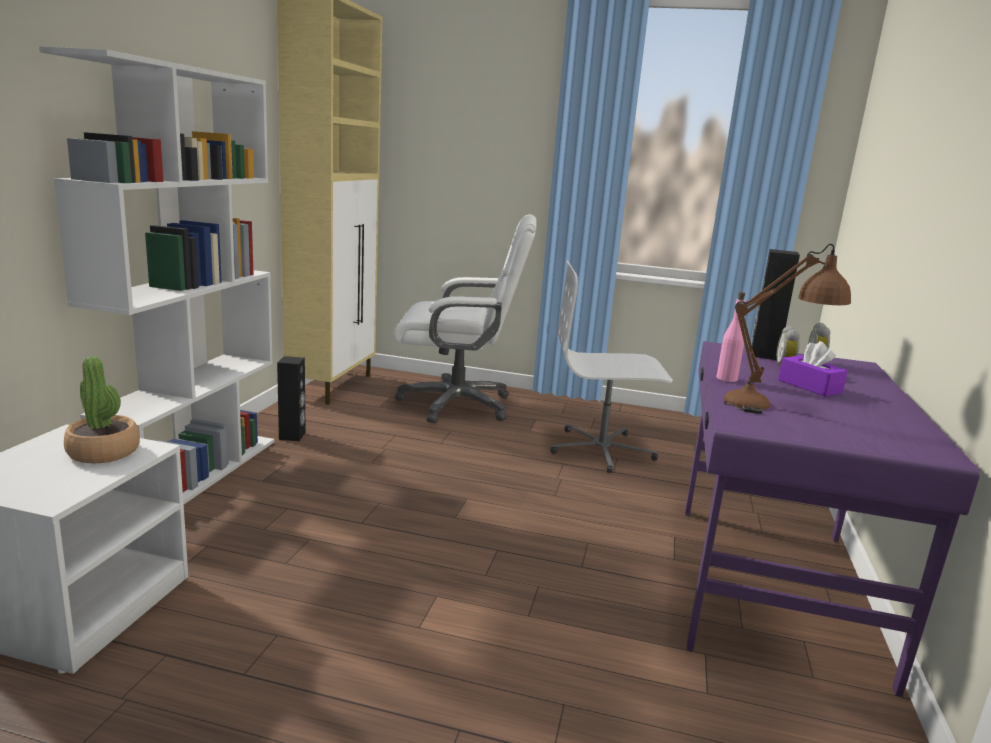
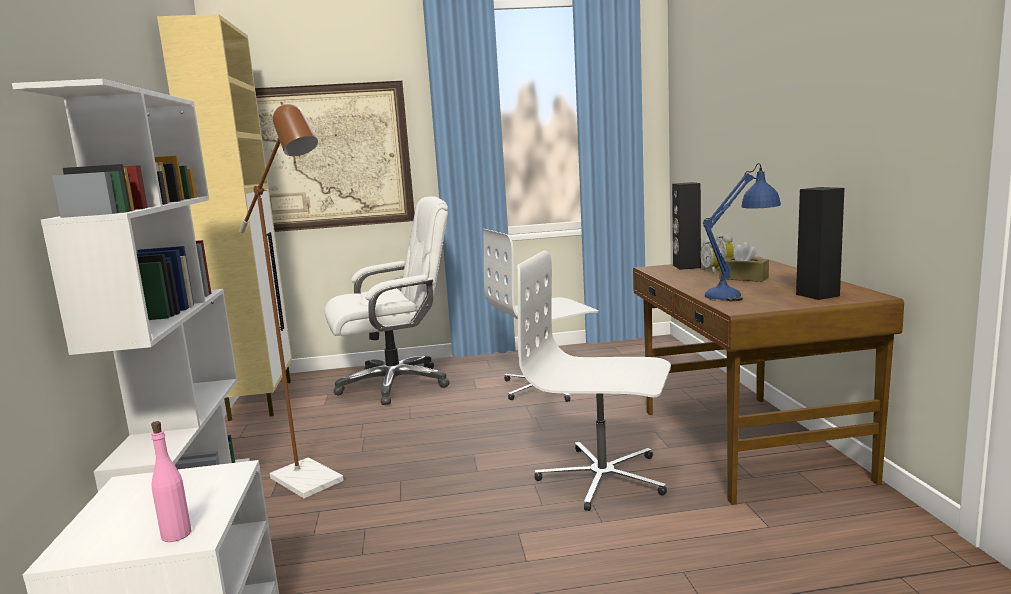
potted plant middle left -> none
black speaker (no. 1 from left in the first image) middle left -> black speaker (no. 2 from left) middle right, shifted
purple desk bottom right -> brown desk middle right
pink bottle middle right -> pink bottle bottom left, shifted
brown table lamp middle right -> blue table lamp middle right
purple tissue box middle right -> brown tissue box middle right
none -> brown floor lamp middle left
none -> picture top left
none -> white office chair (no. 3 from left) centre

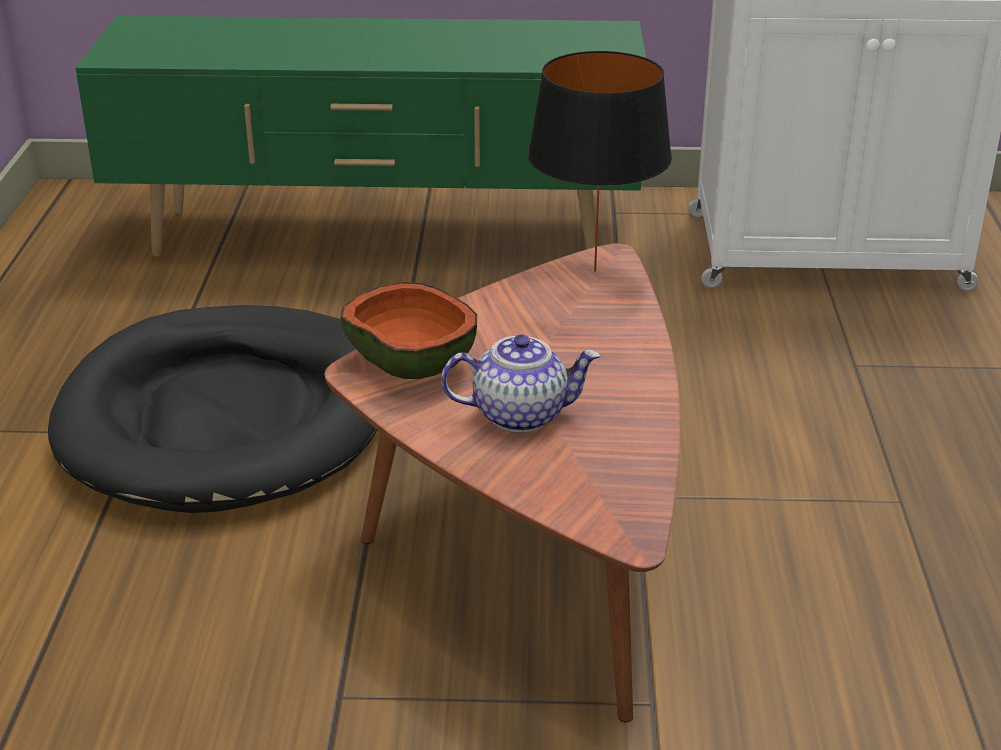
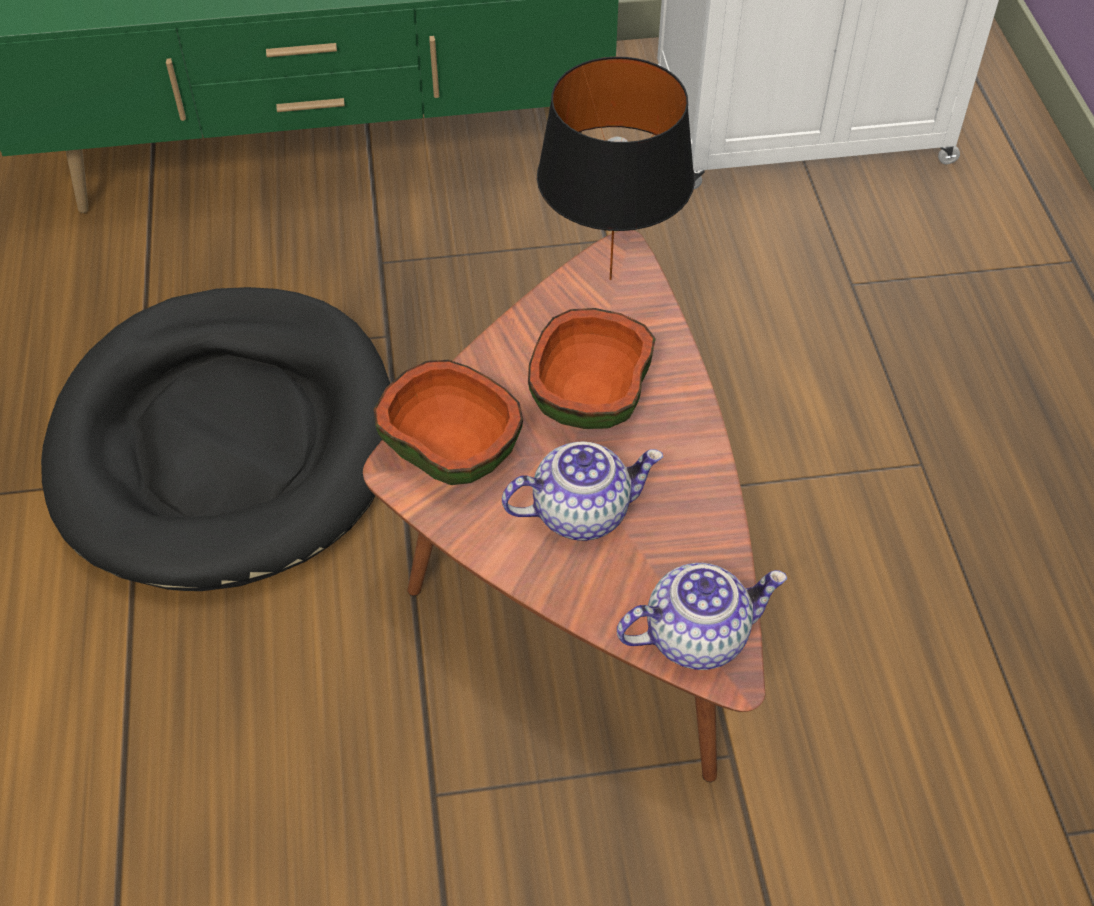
none -> bowl (no. 2 from left) centre
none -> teapot (no. 2 from left) bottom centre

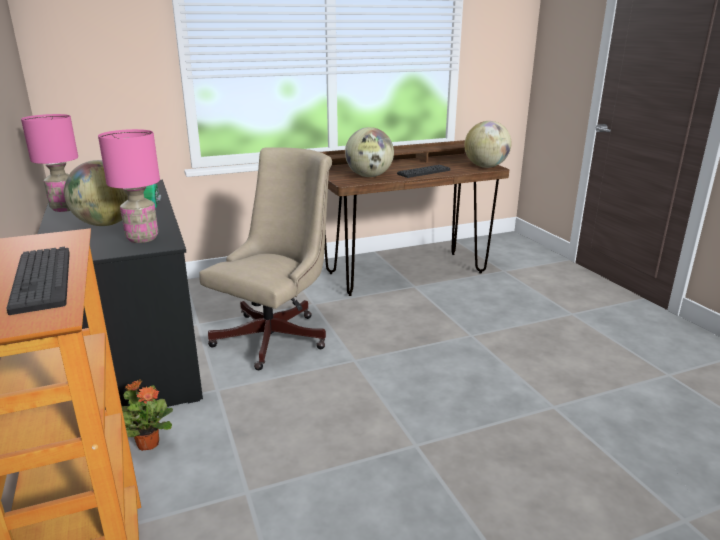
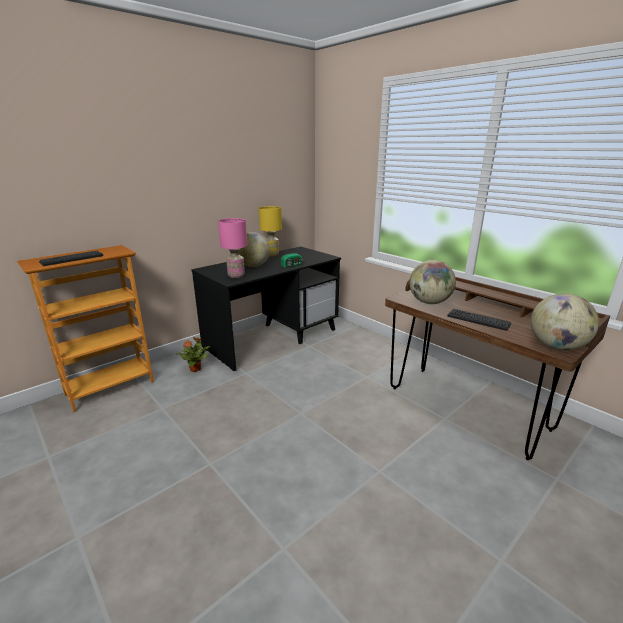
pink table lamp (no. 1 from left) top left -> yellow table lamp centre
beige office chair centre -> none

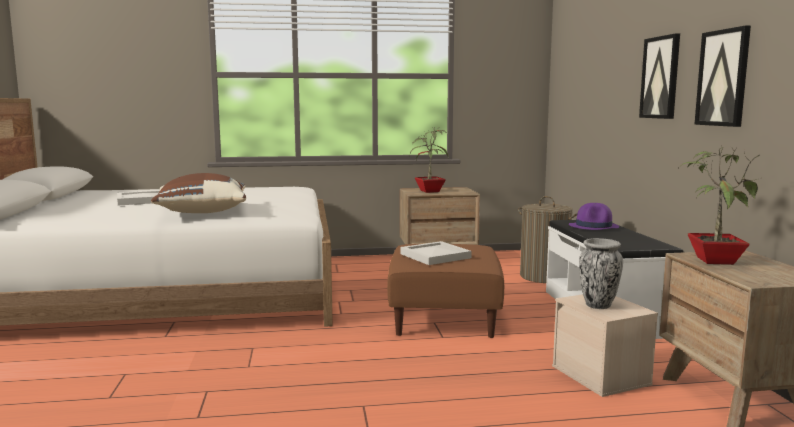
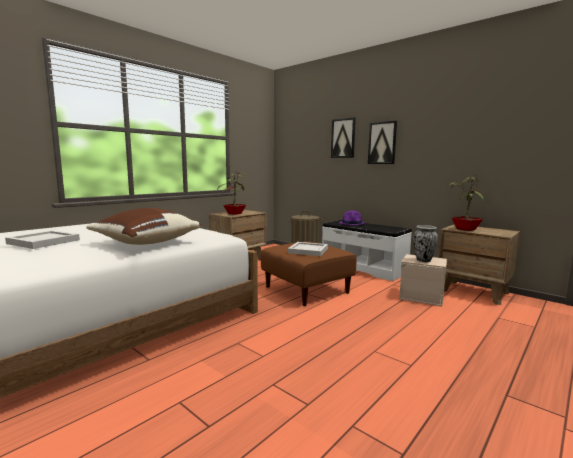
picture (no. 2 from left in the first image) top right -> picture (no. 1 from left) top centre, shifted

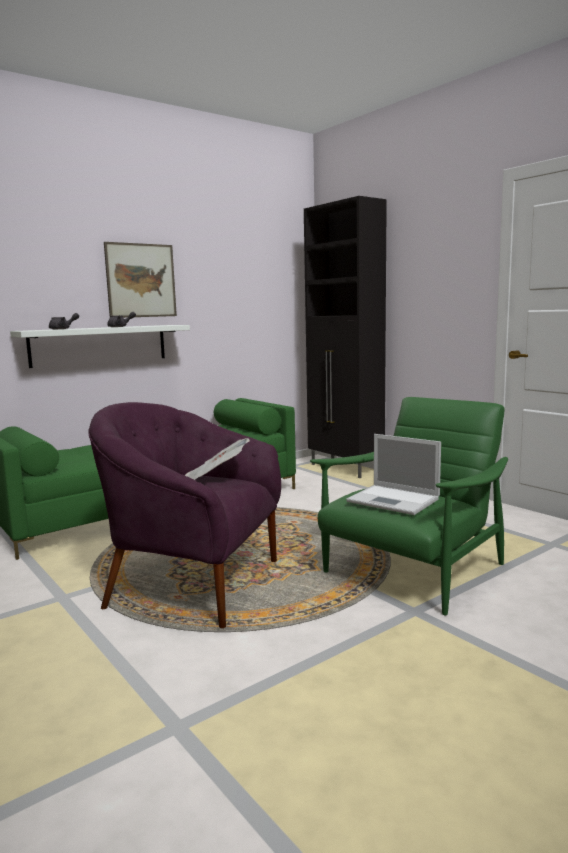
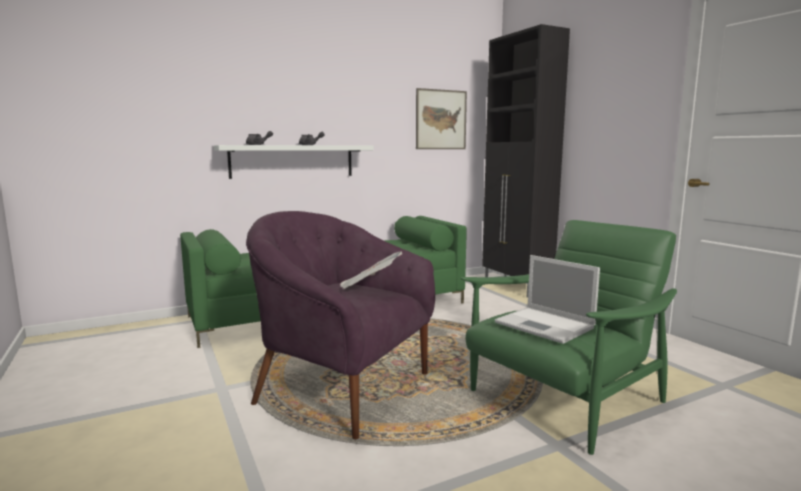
picture top left -> picture top centre, shifted

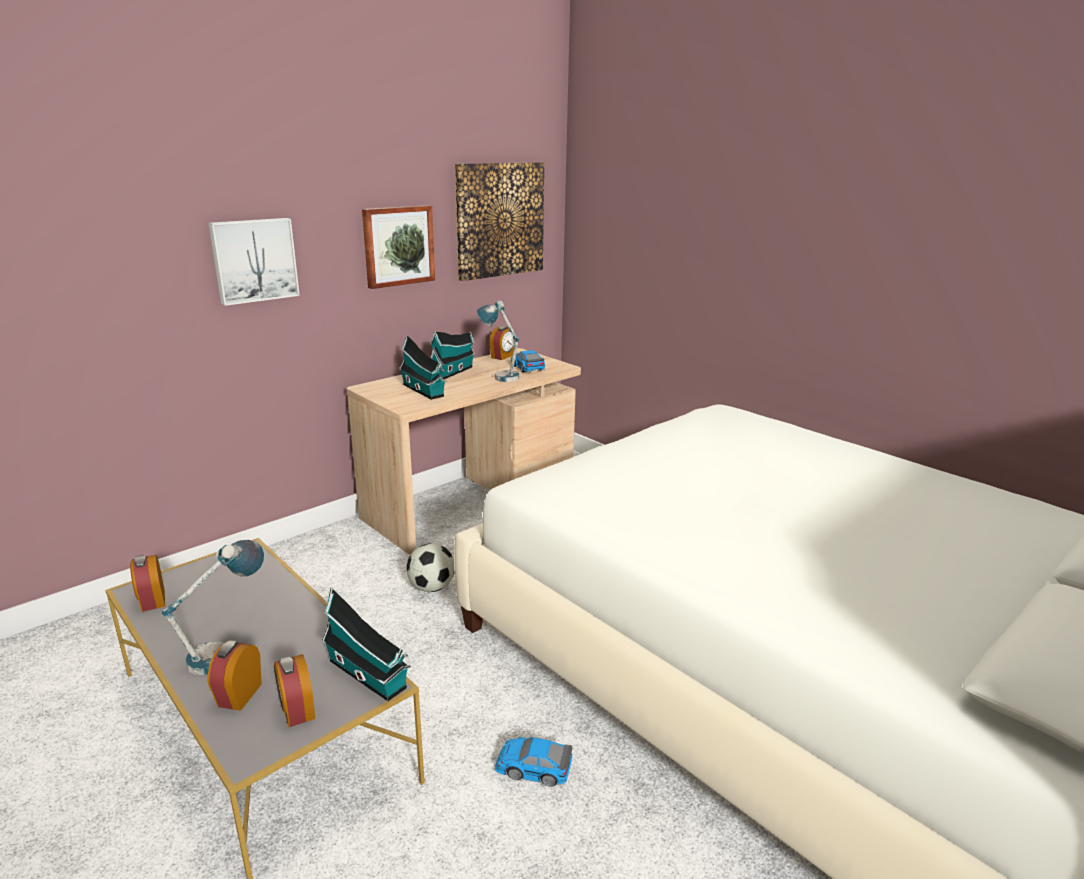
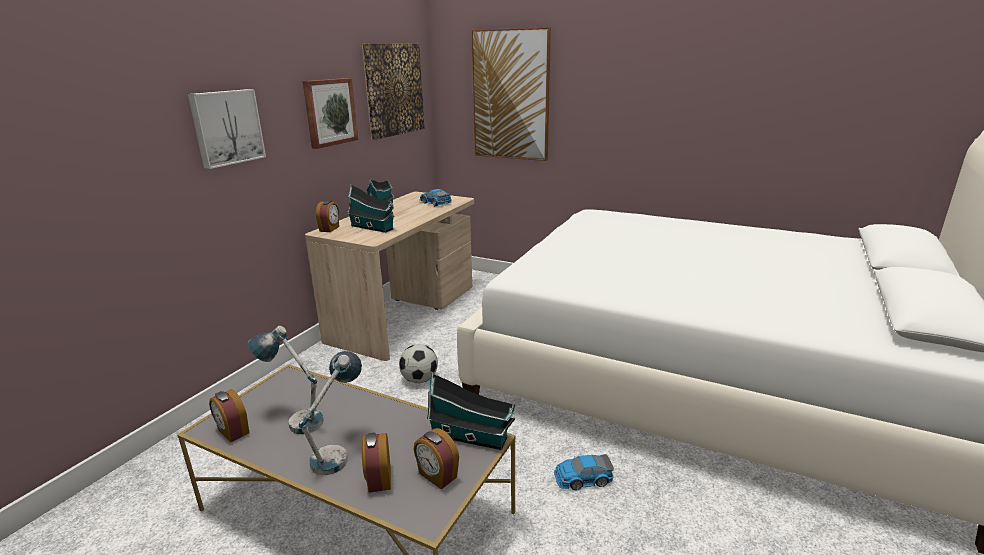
table lamp (no. 2 from left in the first image) centre -> table lamp (no. 1 from left) bottom left, shifted
alarm clock (no. 4 from left in the first image) centre -> alarm clock (no. 2 from left) middle left, shifted
none -> picture (no. 4 from left) top centre

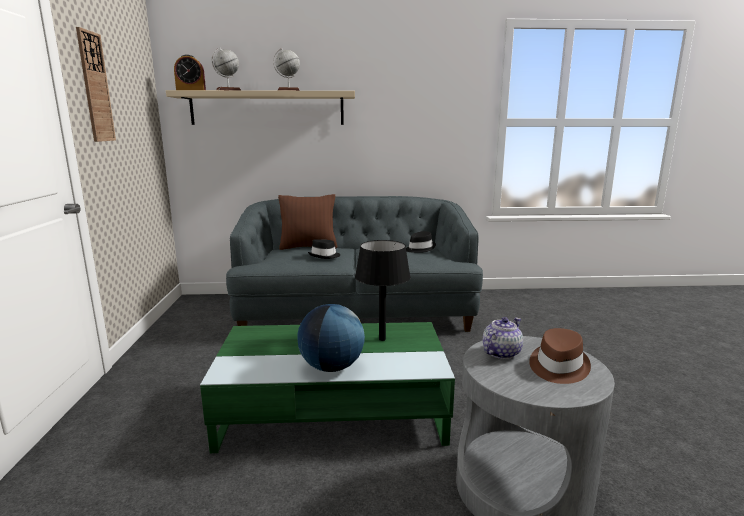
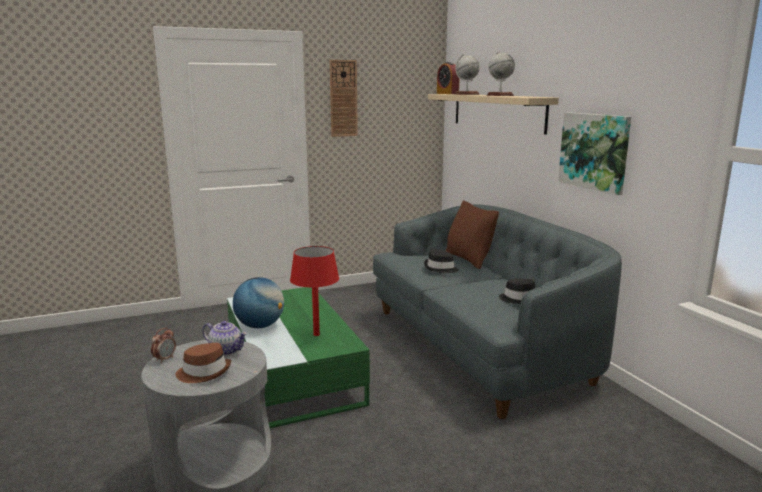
black table lamp centre -> red table lamp centre
none -> alarm clock (no. 1 from left) bottom left
none -> picture top right

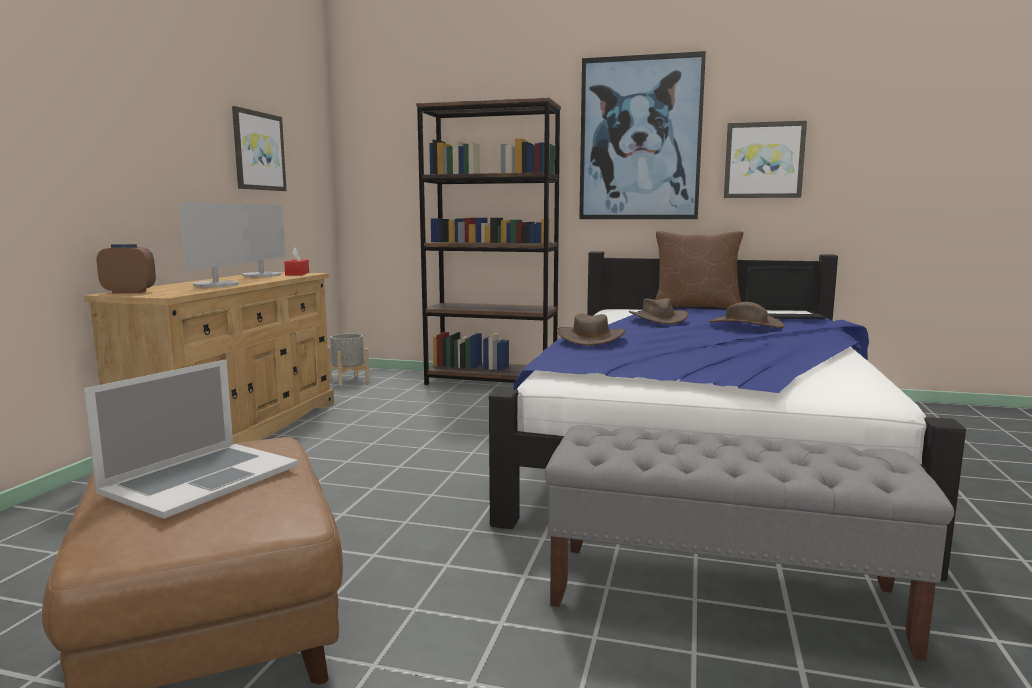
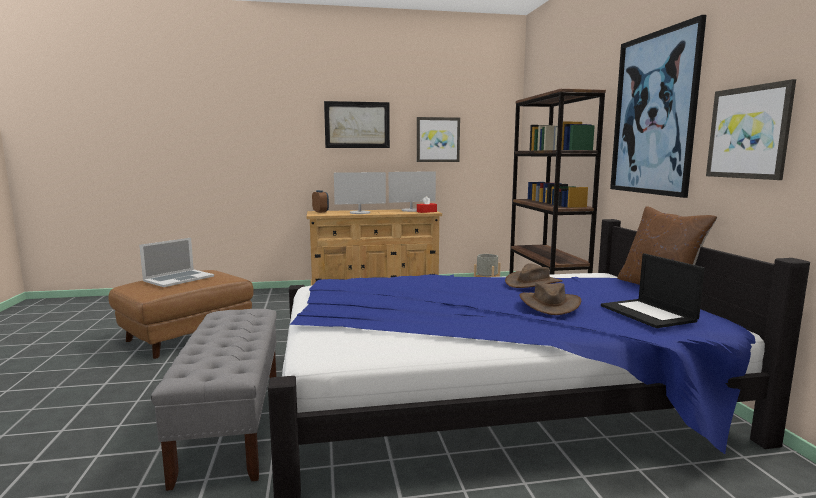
laptop (no. 1 from left) middle left, 60 degrees counterclockwise
brown hat (no. 1 from left) centre -> none
none -> picture (no. 1 from left) top centre

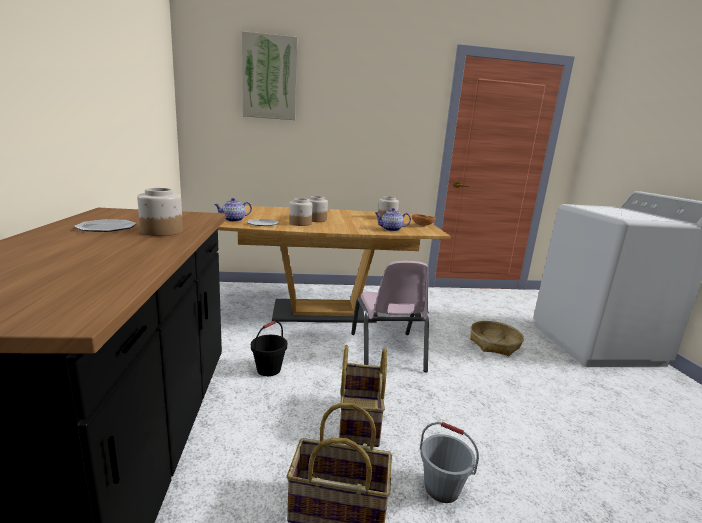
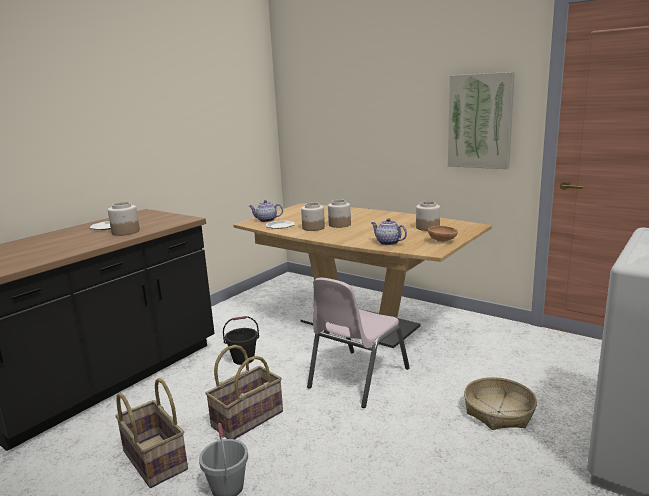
picture top centre -> picture top right, shifted

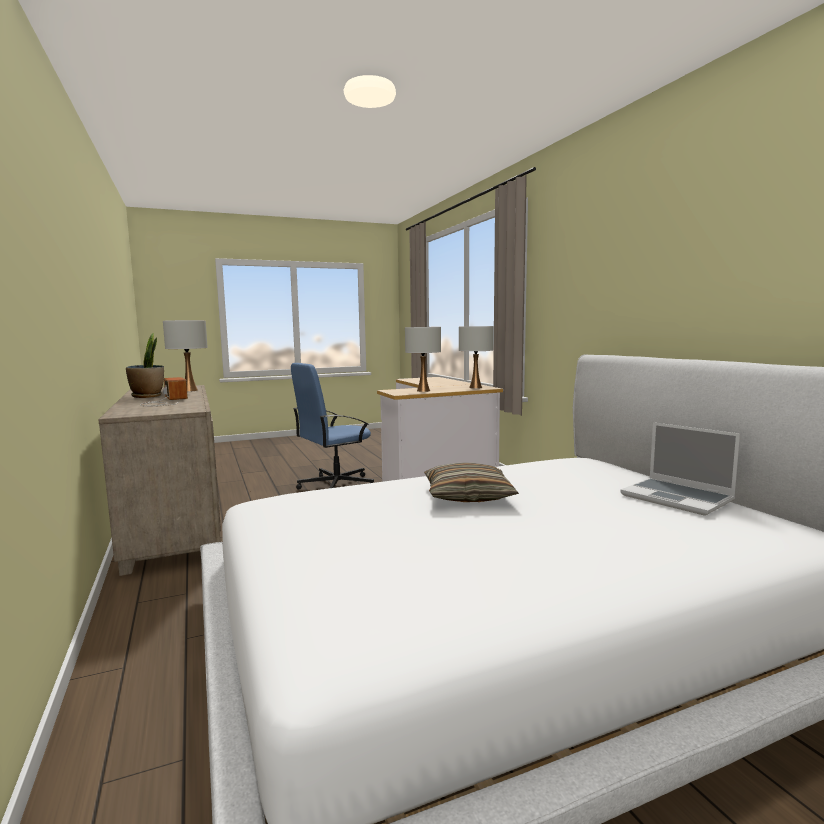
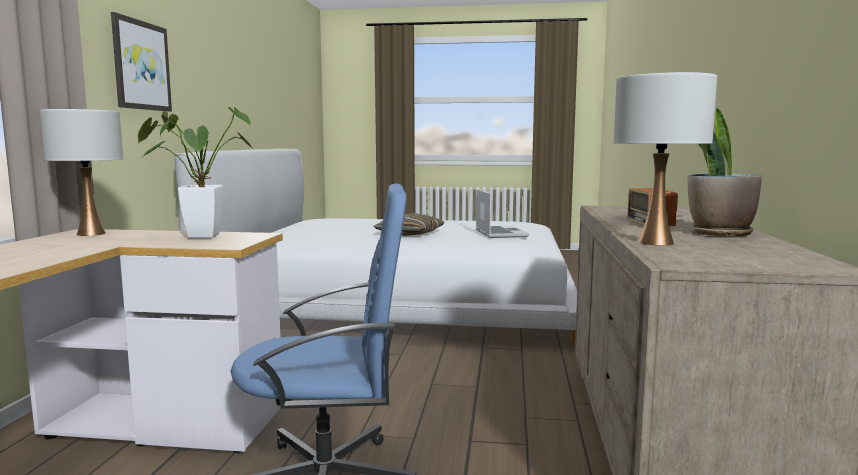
white table lamp (no. 2 from left) centre -> potted plant (no. 1 from left) middle left
laptop middle right -> laptop centre, shifted
none -> picture top left

